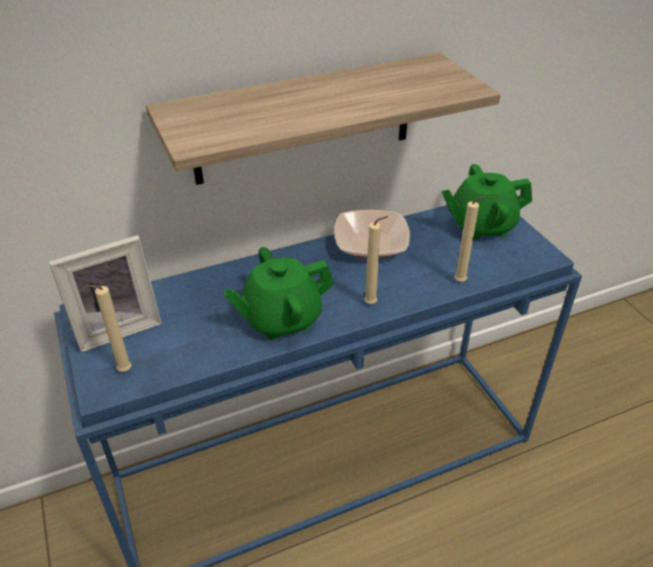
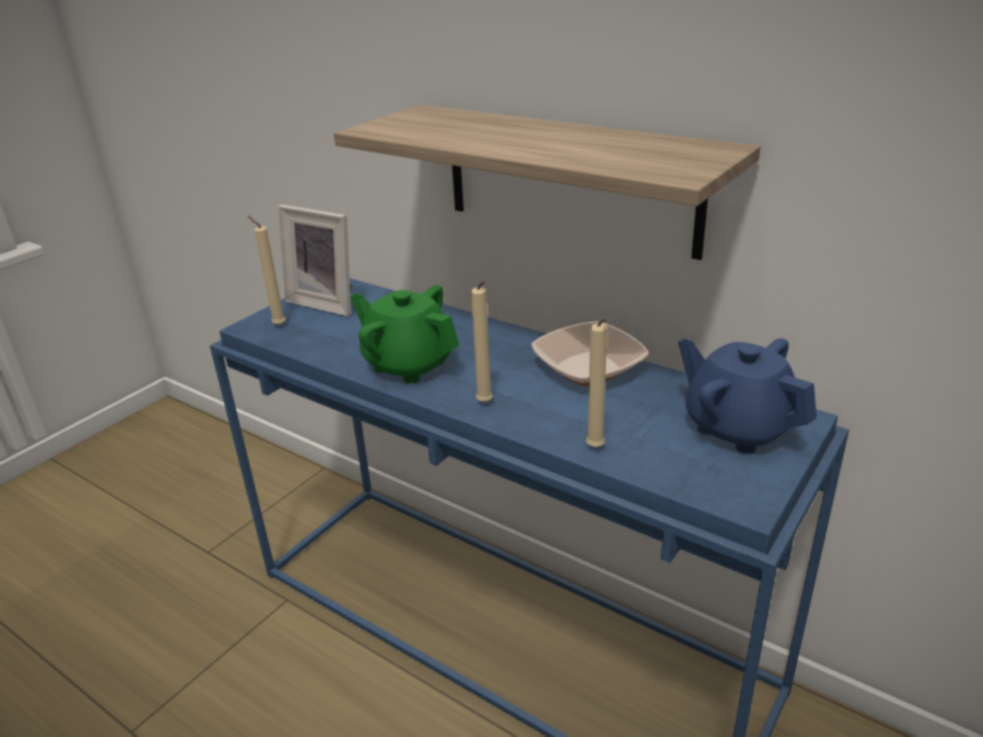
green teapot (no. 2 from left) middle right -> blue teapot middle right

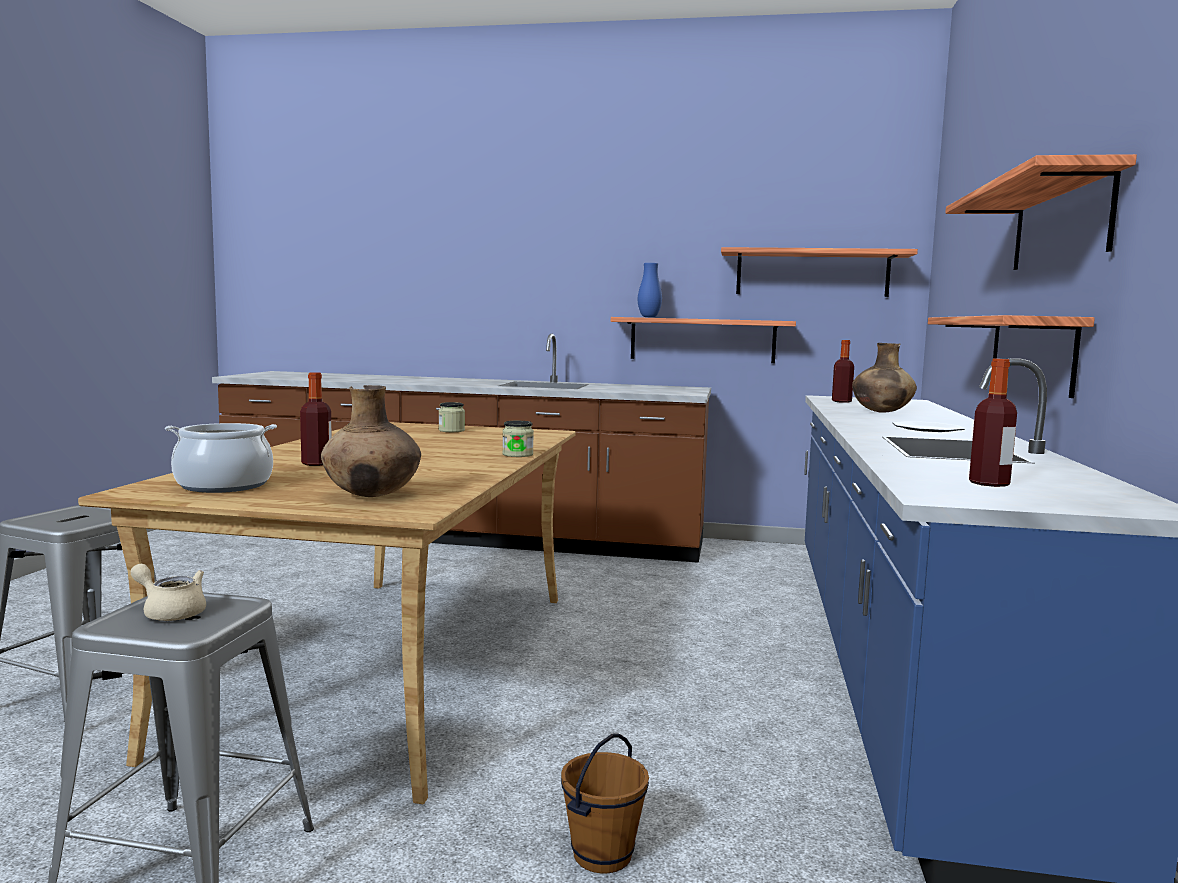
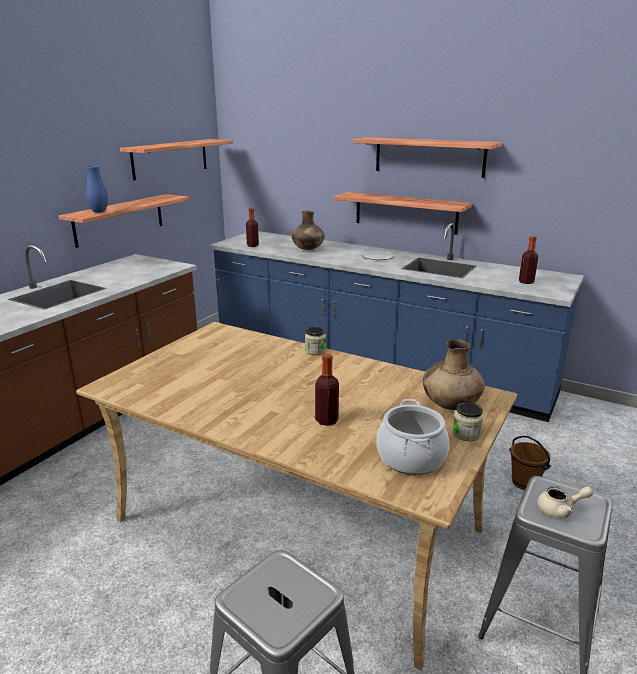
beige teapot bottom left -> beige teapot bottom right, 135 degrees counterclockwise
jar (no. 1 from left in the first image) centre -> jar (no. 2 from left) middle right, shifted

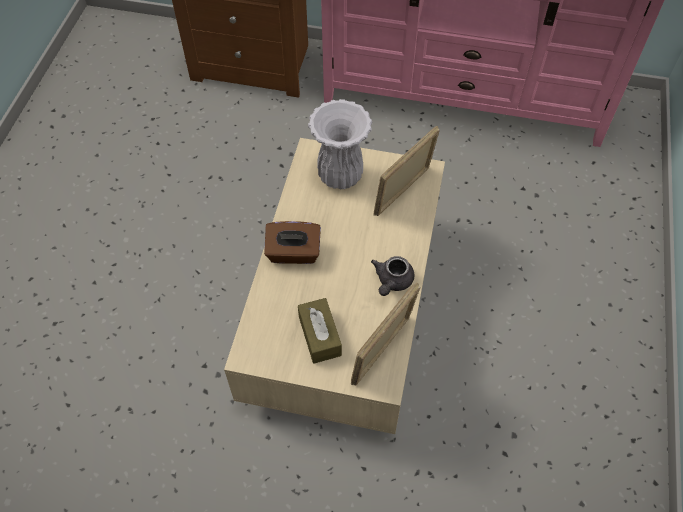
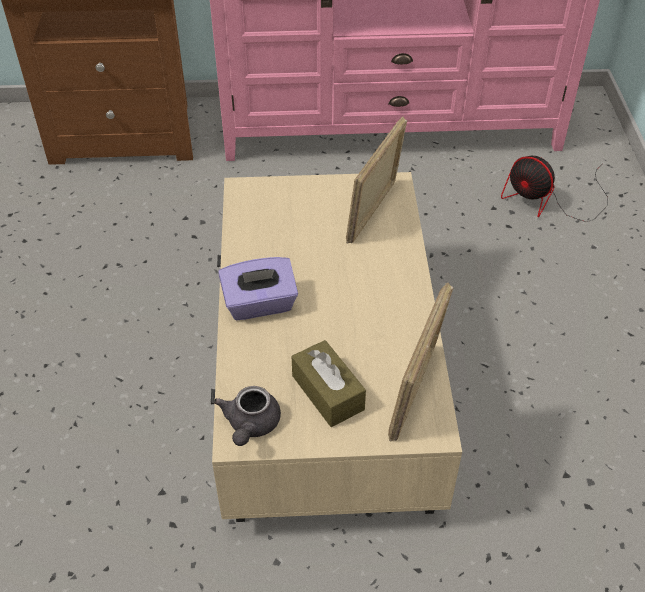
brown tissue box (no. 1 from left) centre -> purple tissue box centre
white vase top centre -> none
grey teapot centre -> grey teapot bottom centre, shifted
none -> fan top right

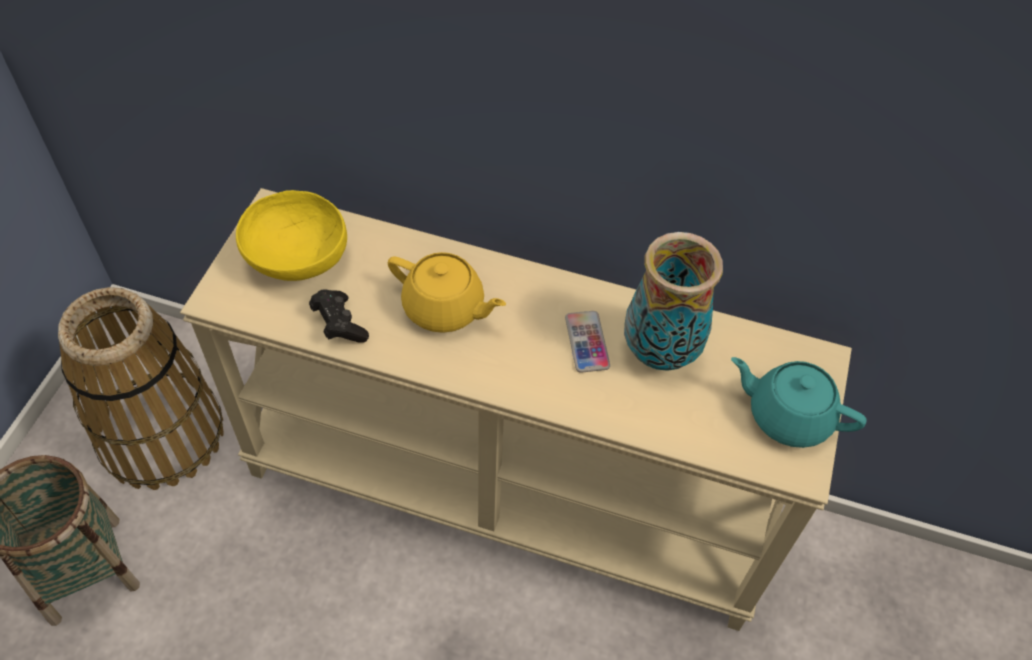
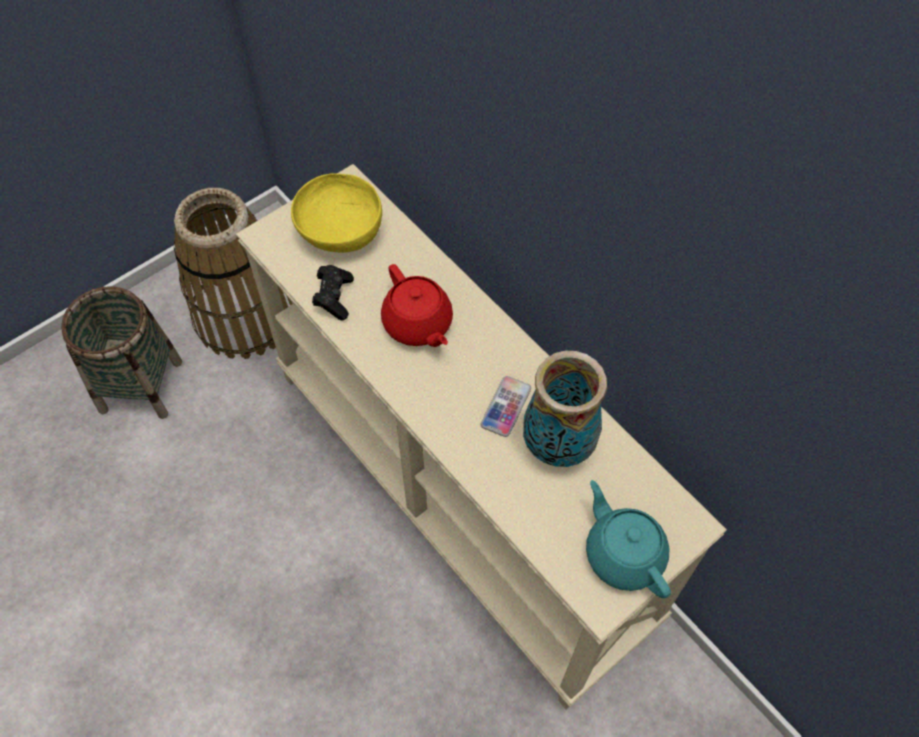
yellow teapot centre -> red teapot centre

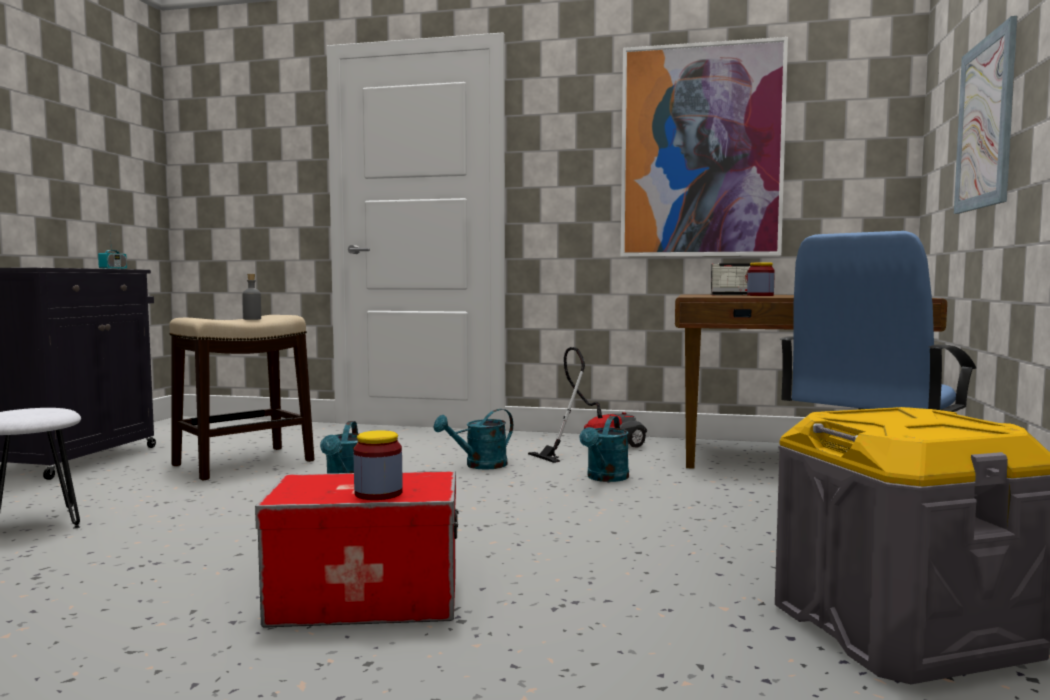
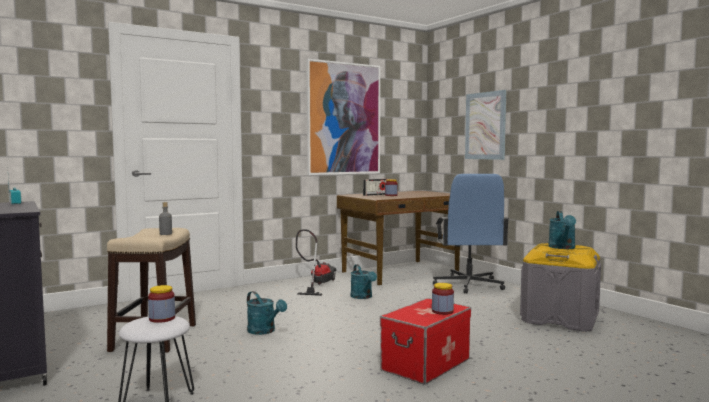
turquoise watering can (no. 2 from left in the first image) centre -> turquoise watering can (no. 3 from left) middle right, shifted
none -> jar (no. 1 from left) bottom left

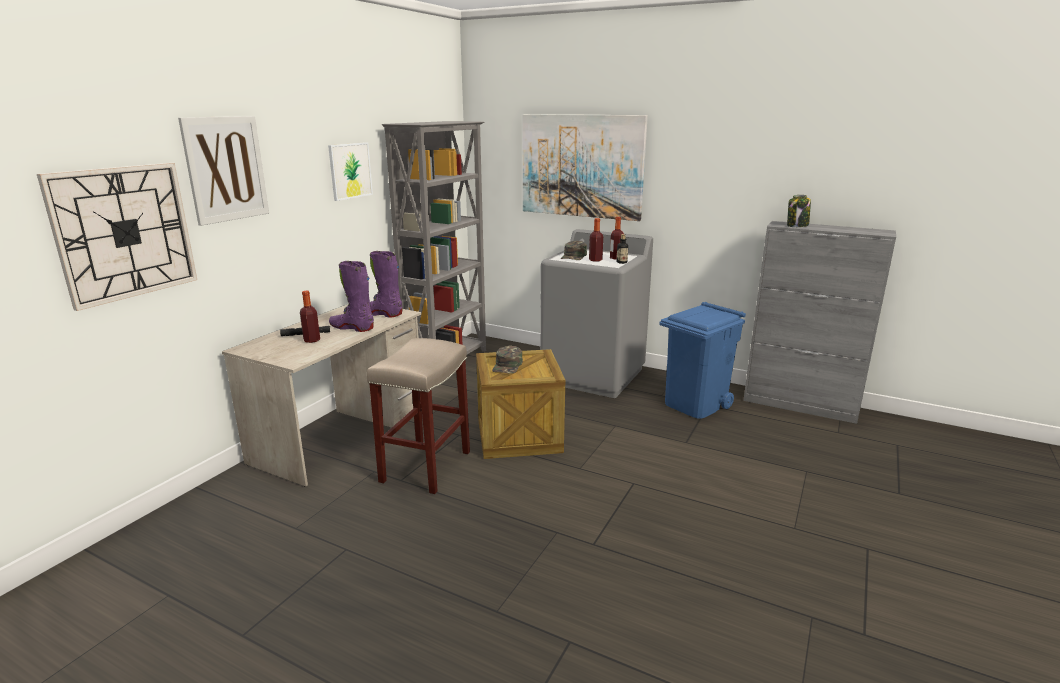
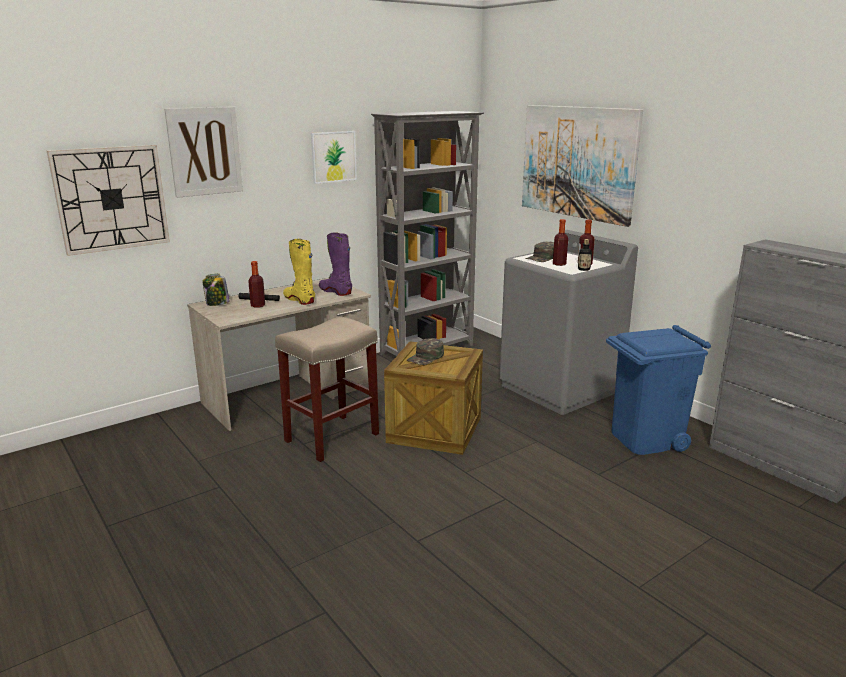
purple boot (no. 1 from left) middle left -> yellow boot centre
jar top right -> jar middle left, shifted

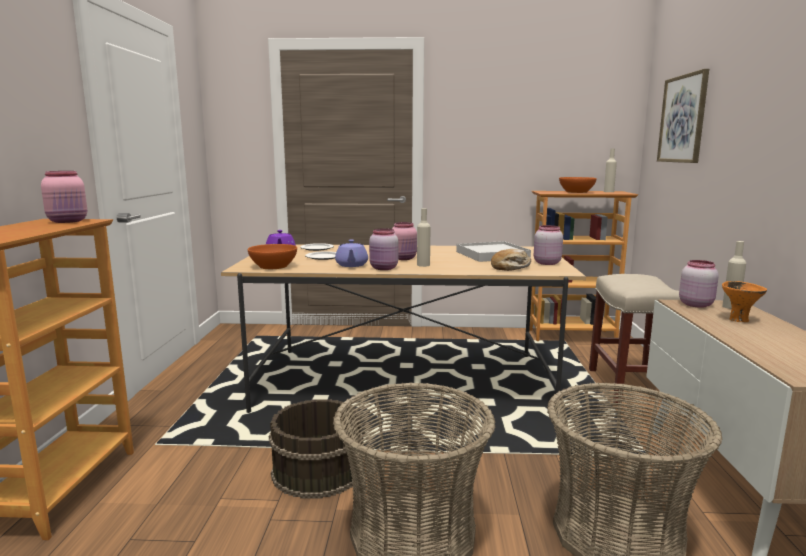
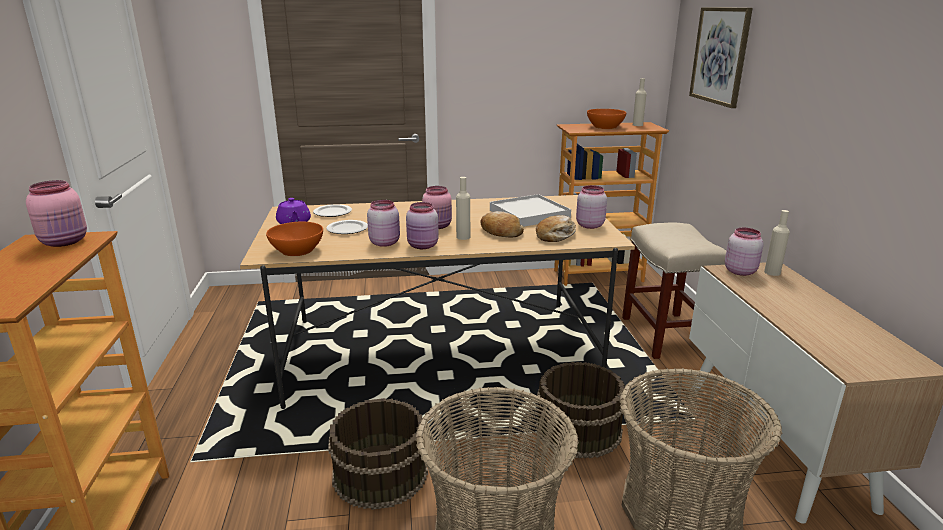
purple teapot (no. 2 from left) centre -> pink jar (no. 2 from left) centre
orange bowl (no. 3 from left) middle right -> none
none -> bread (no. 1 from left) centre
none -> brown bucket (no. 2 from left) bottom centre

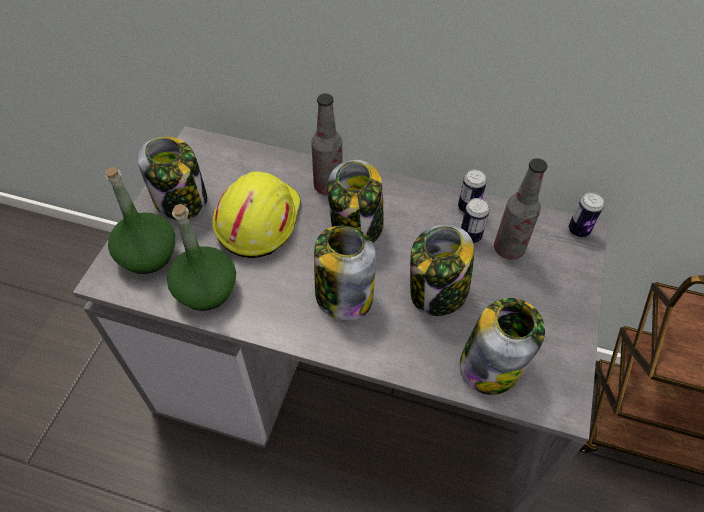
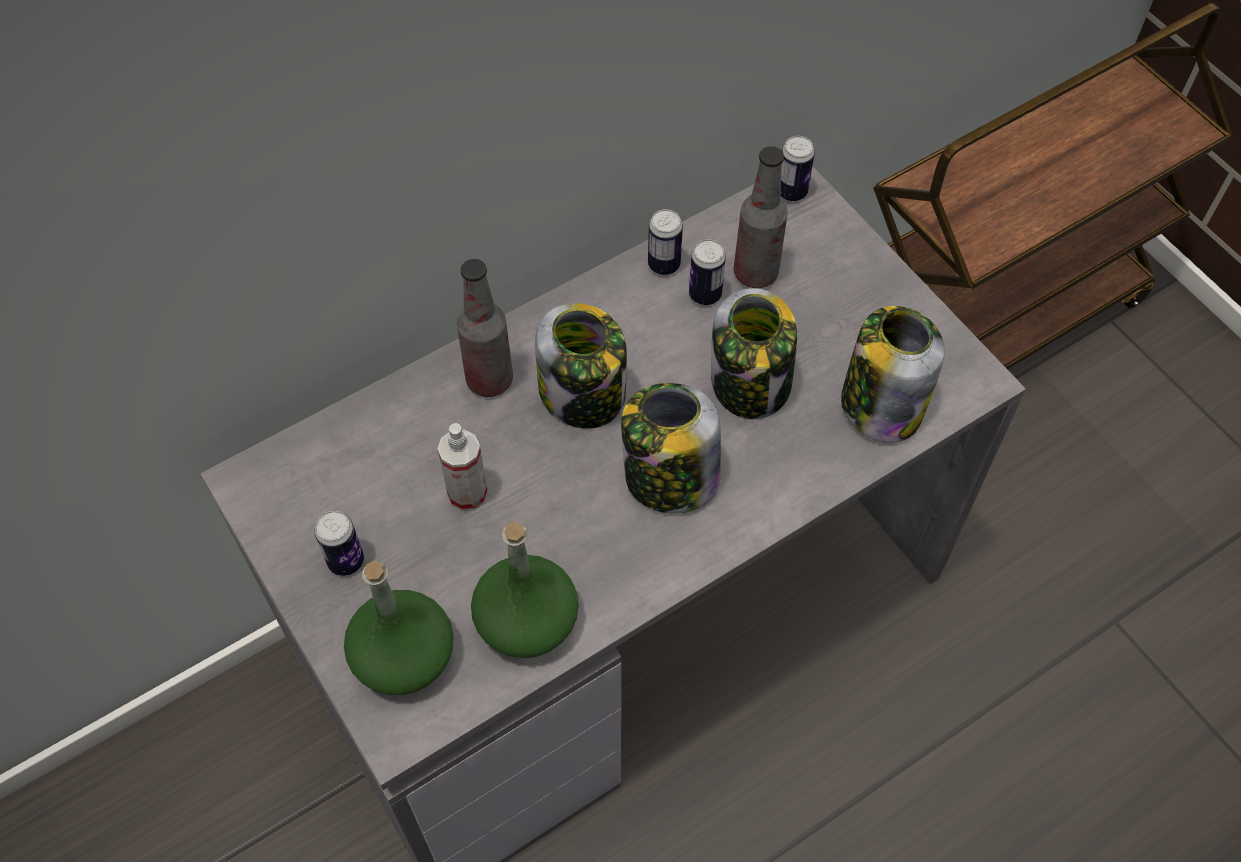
jar (no. 1 from left) middle left -> can (no. 1 from left) middle left
yellow hard hat centre -> spray bottle centre

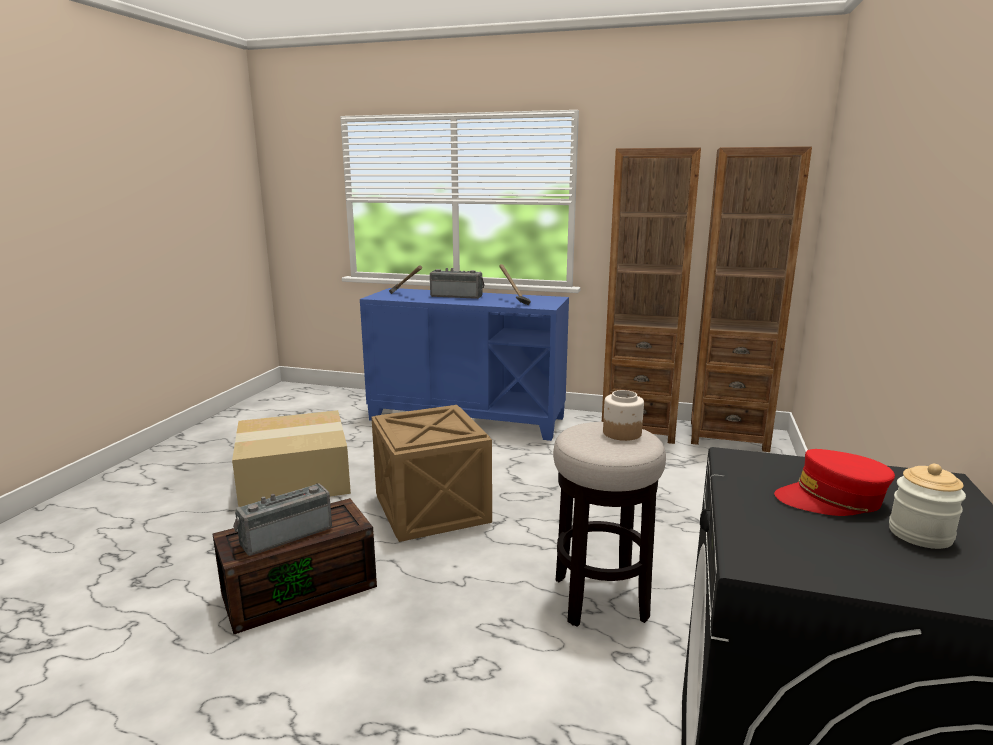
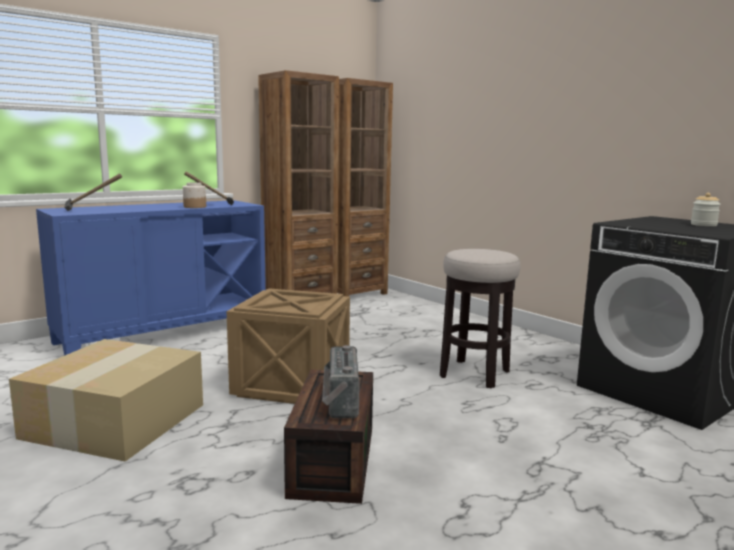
radio (no. 2 from left) centre -> none
jar (no. 1 from left) centre -> jar (no. 1 from left) middle left, shifted
red cap middle right -> none

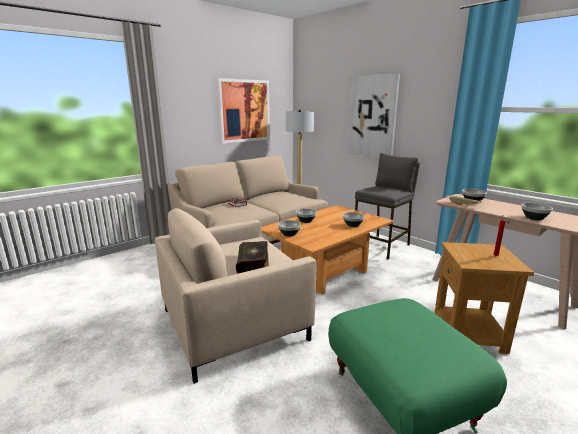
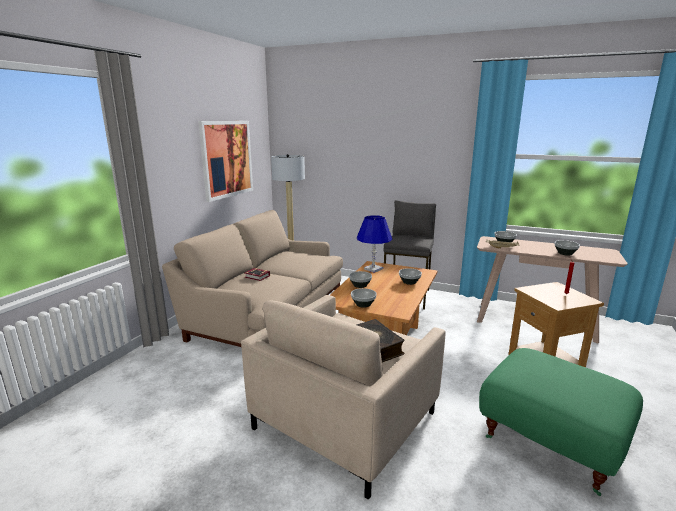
picture (no. 2 from left) top centre -> none
none -> blue table lamp centre

